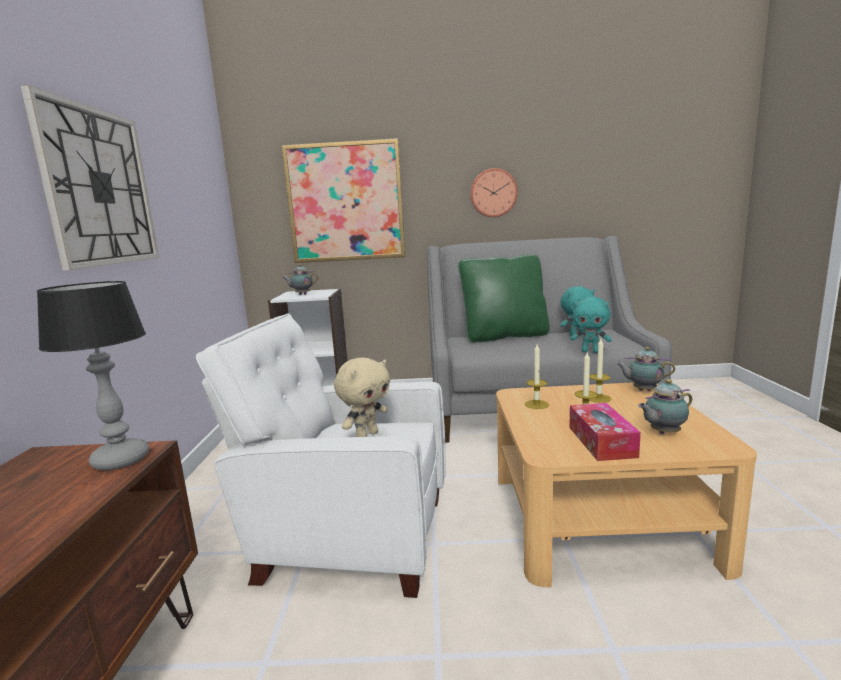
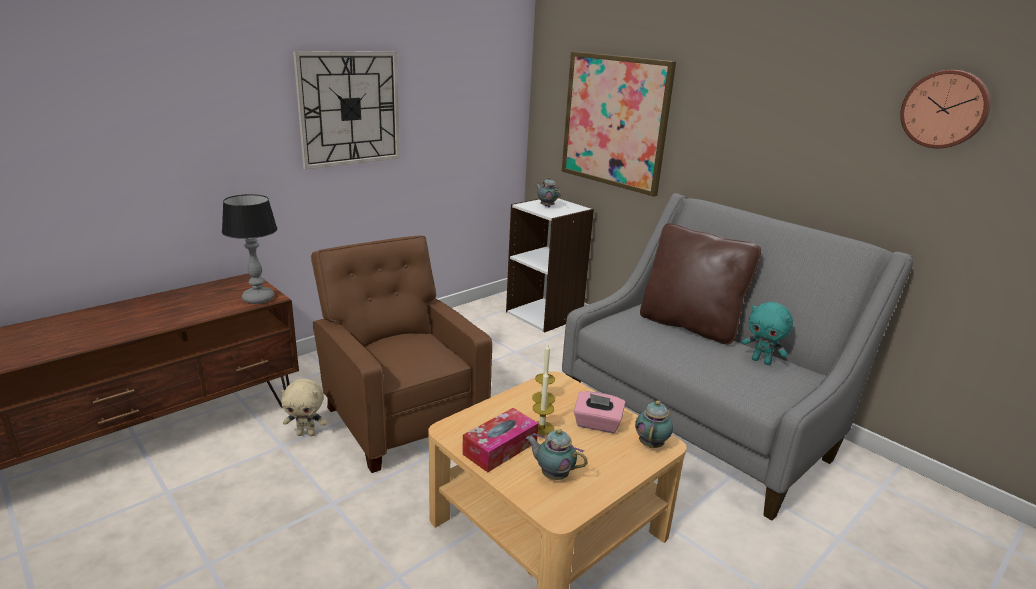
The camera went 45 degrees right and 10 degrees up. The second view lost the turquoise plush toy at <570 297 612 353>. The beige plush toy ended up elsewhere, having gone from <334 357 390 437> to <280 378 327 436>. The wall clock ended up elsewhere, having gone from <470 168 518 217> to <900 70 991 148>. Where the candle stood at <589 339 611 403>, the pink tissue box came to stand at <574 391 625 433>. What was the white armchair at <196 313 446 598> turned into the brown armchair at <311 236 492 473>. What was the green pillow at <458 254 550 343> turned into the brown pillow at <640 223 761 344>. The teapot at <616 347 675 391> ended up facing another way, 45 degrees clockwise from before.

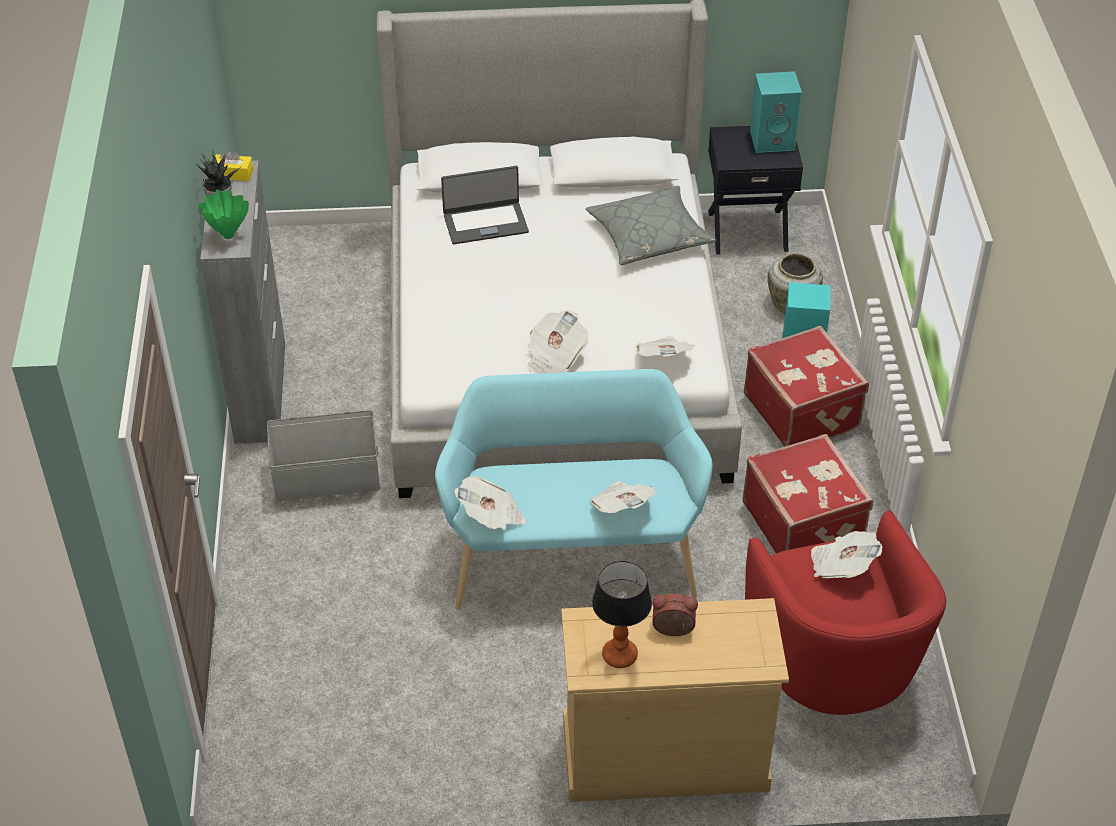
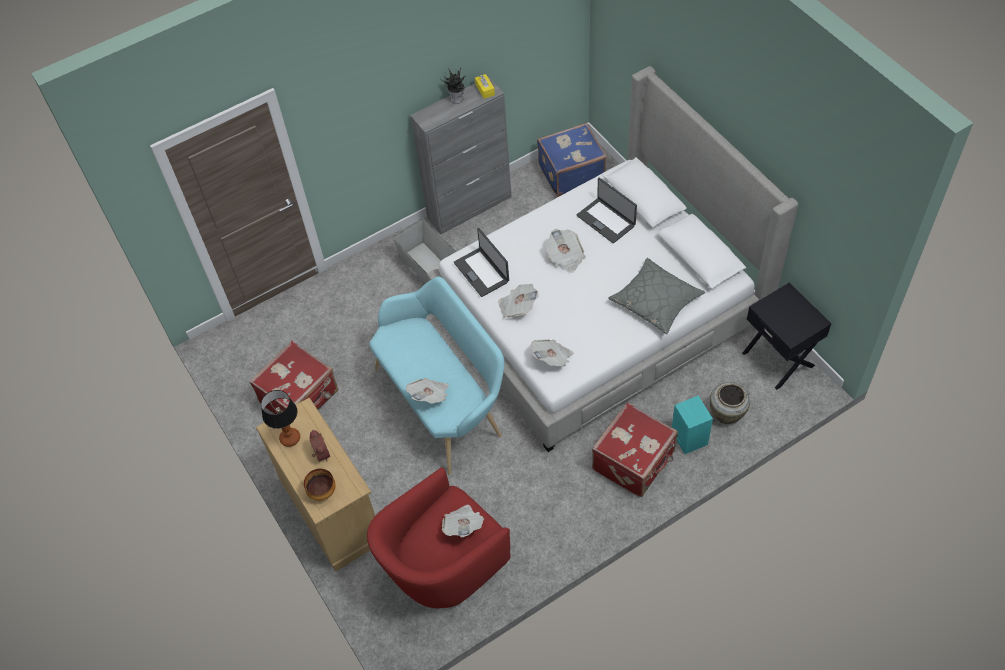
The camera went 65 degrees right and 10 degrees up. The second view lost the green vase at <198 189 249 239>. The second view lost the turquoise speaker at <750 71 802 153>. The second view gained the bowl at <304 469 336 501>. The second view gained the laptop at <454 228 509 297>. The second view gained the blue suitcase at <537 123 607 197>. The newspaper ended up elsewhere, having gone from <454 476 526 529> to <546 229 586 273>. The red suitcase ended up elsewhere, having gone from <742 434 873 553> to <249 341 338 414>.

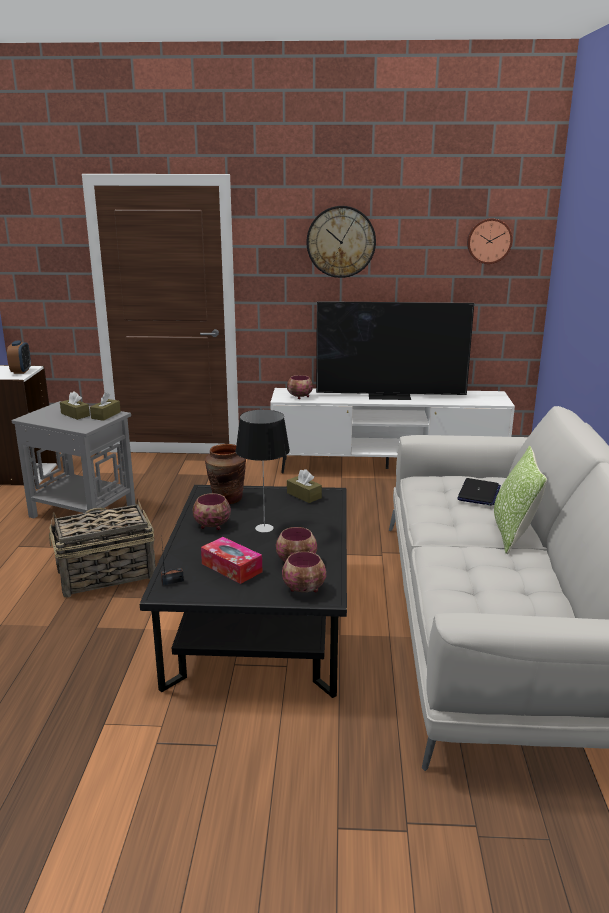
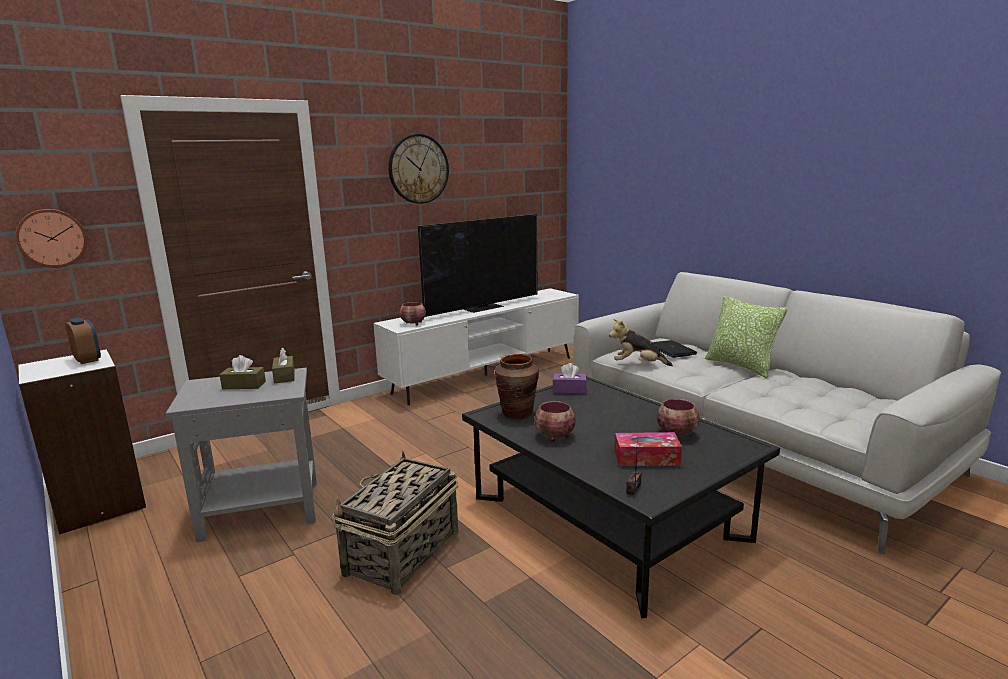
The camera went 40 degrees left and 5 degrees down. The second view lost the table lamp at <236 409 290 533>. The second view lost the bowl at <282 551 326 592>. The second view gained the plush toy at <609 319 673 366>. The wall clock ended up elsewhere, having gone from <467 218 513 264> to <15 209 87 268>. What was the brown tissue box at <287 469 322 503> turned into the purple tissue box at <553 363 587 393>.

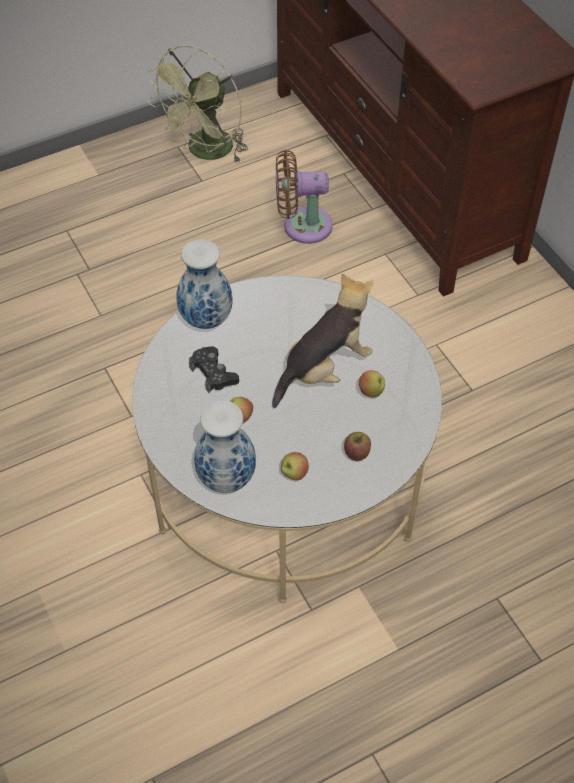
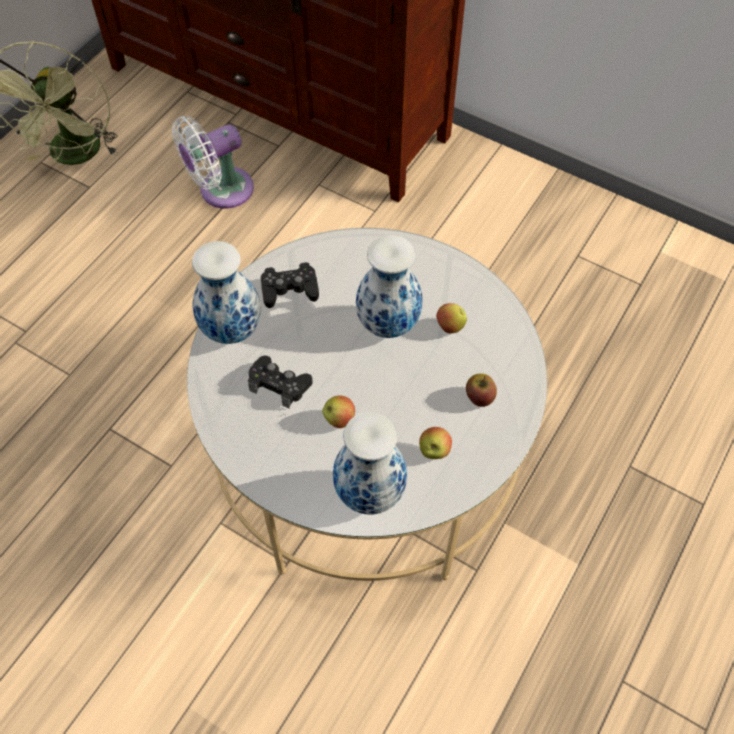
The camera went 30 degrees left and 5 degrees up. The second view gained the black game controller at <261 262 319 308>. Where the plush toy stood at <272 273 374 408>, the vase came to stand at <356 235 423 338>. What was the brown fan at <276 150 333 244> turned into the white fan at <172 116 254 209>.

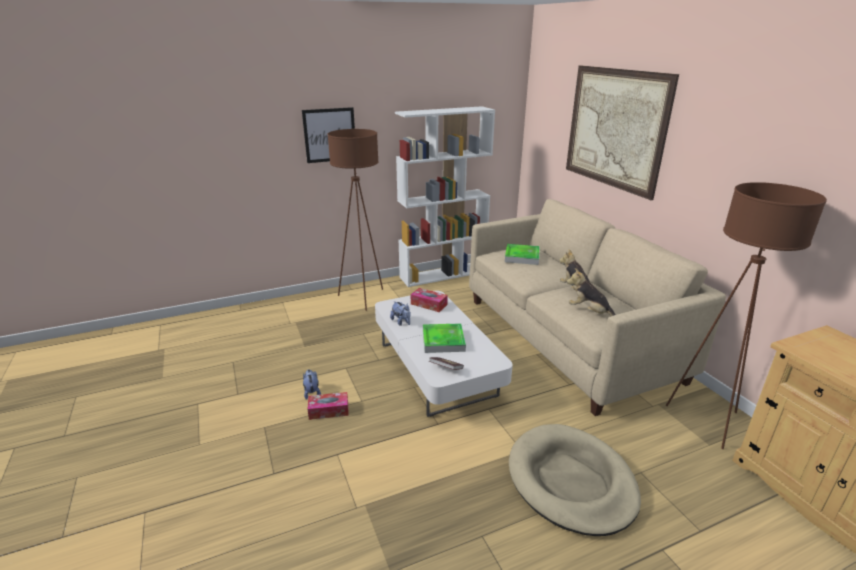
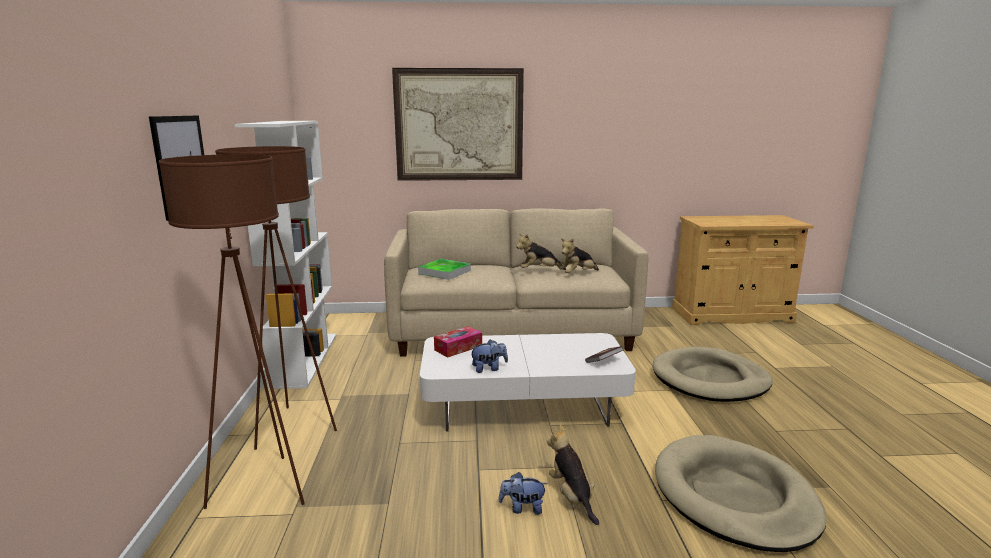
The camera went 70 degrees left and 10 degrees down. The second view lost the tray at <423 323 466 353>. The second view gained the beige dog bed at <655 435 827 552>. The brown floor lamp ended up elsewhere, having gone from <666 182 827 449> to <158 154 305 509>. Where the tissue box stood at <308 392 349 420>, the plush toy came to stand at <547 424 599 525>.

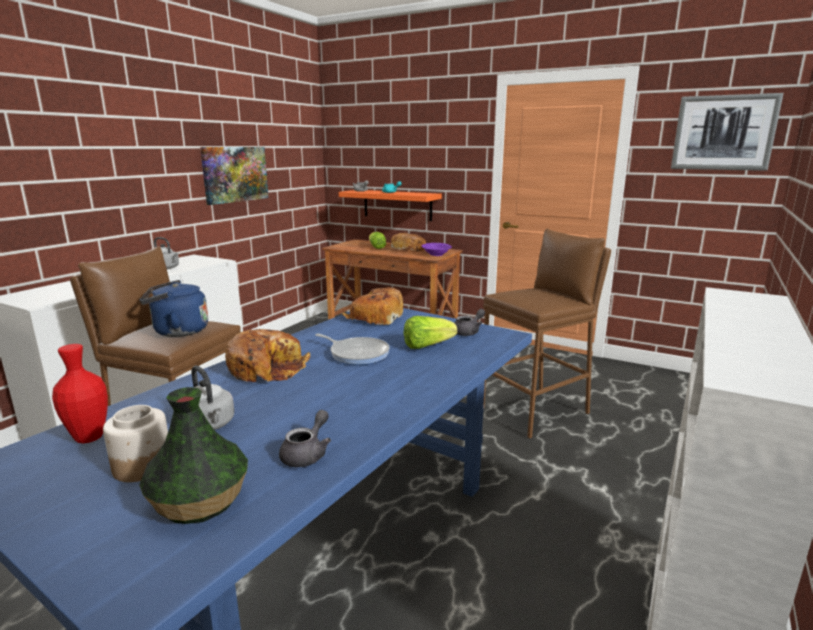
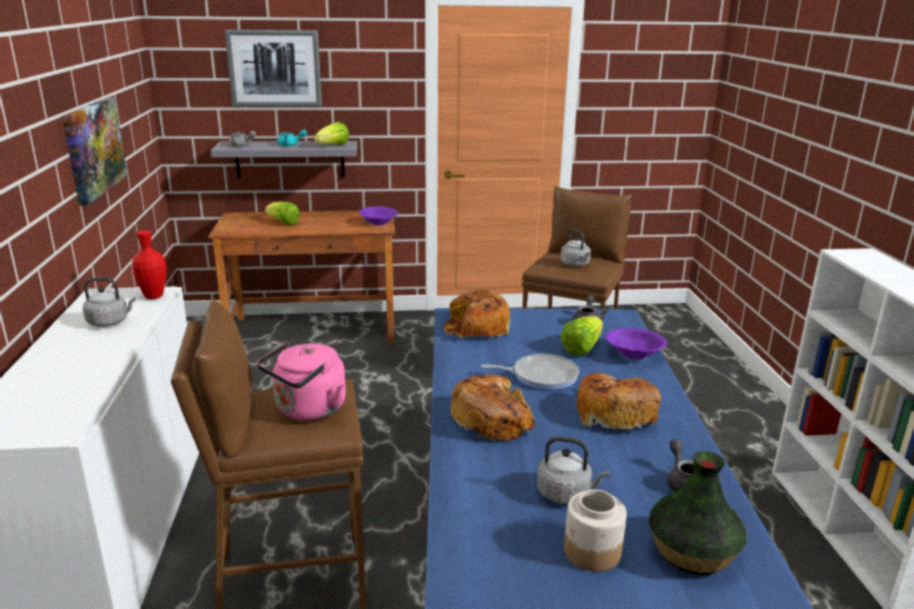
The camera went 35 degrees left and 5 degrees up. The second view gained the lettuce at <314 122 349 145>. The second view gained the grey kettle at <560 228 591 267>. The second view gained the purple bowl at <606 328 667 359>. The red vase ended up elsewhere, having gone from <52 344 108 443> to <132 230 167 299>. The bread ended up elsewhere, having gone from <390 233 426 251> to <577 373 661 431>. The picture ended up elsewhere, having gone from <671 93 784 171> to <225 29 322 107>. What was the blue kettle at <140 280 208 337> turned into the pink kettle at <257 342 346 421>. What was the orange shelf at <339 190 442 221> turned into the grey shelf at <211 141 357 178>.

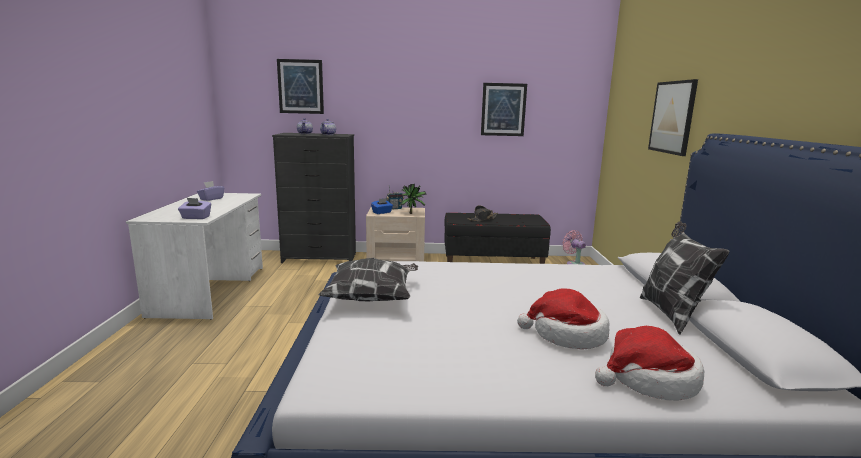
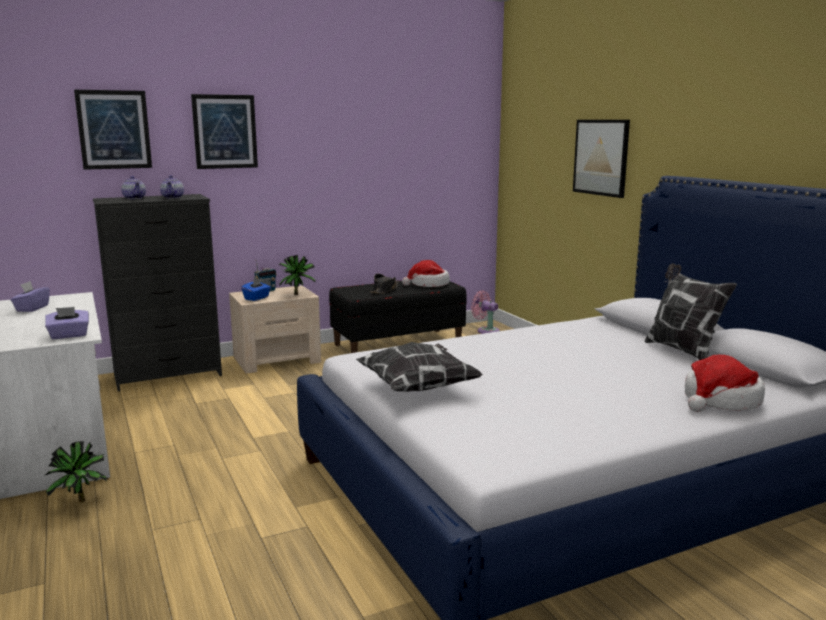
The camera went 25 degrees left and 0 degrees up. The second view gained the potted plant at <46 441 107 502>. The picture ended up elsewhere, having gone from <481 83 527 136> to <191 94 258 169>. The hat ended up elsewhere, having gone from <517 289 609 349> to <402 260 450 287>.

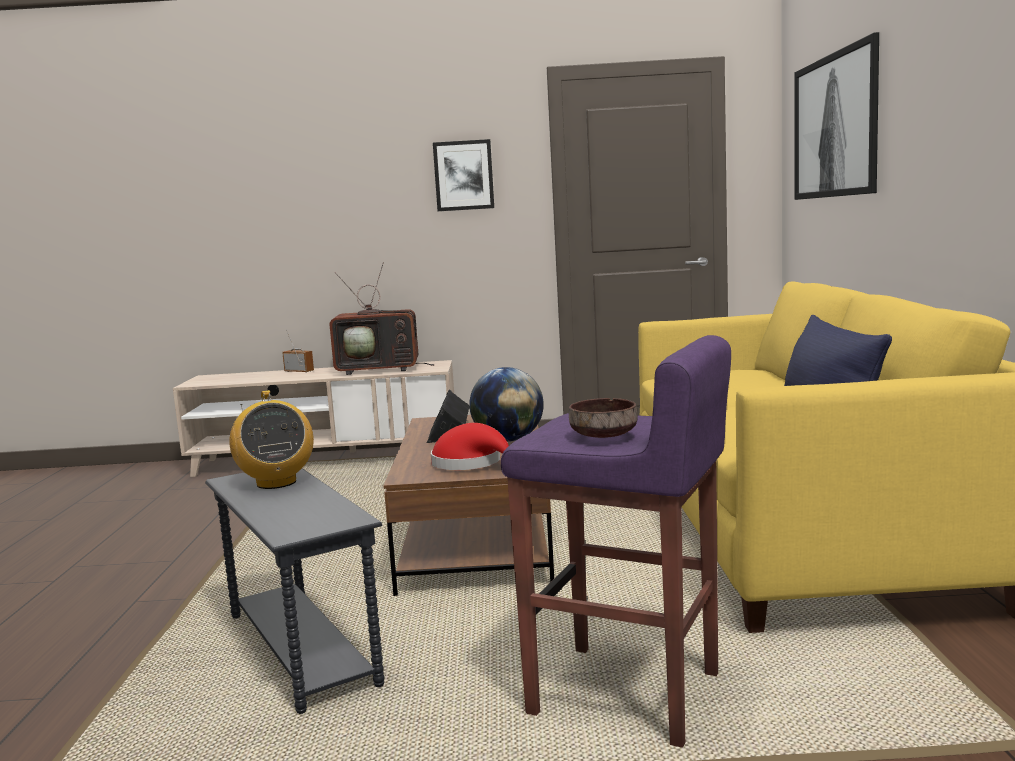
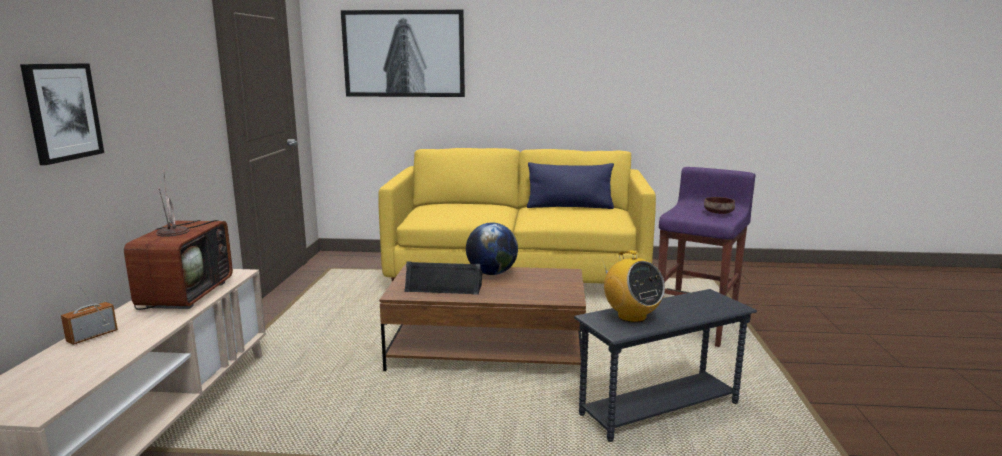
The camera went 85 degrees left and 5 degrees up. The second view lost the red hat at <431 423 509 470>. The picture ended up elsewhere, having gone from <433 139 494 211> to <20 63 104 165>. The radio at <229 390 314 489> ended up facing another way, 75 degrees clockwise from before.

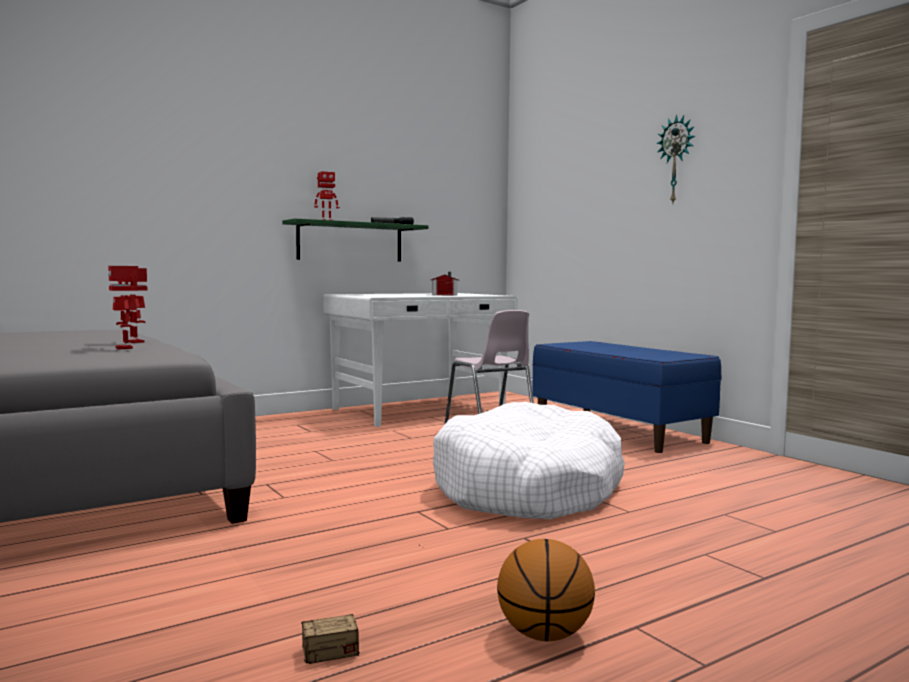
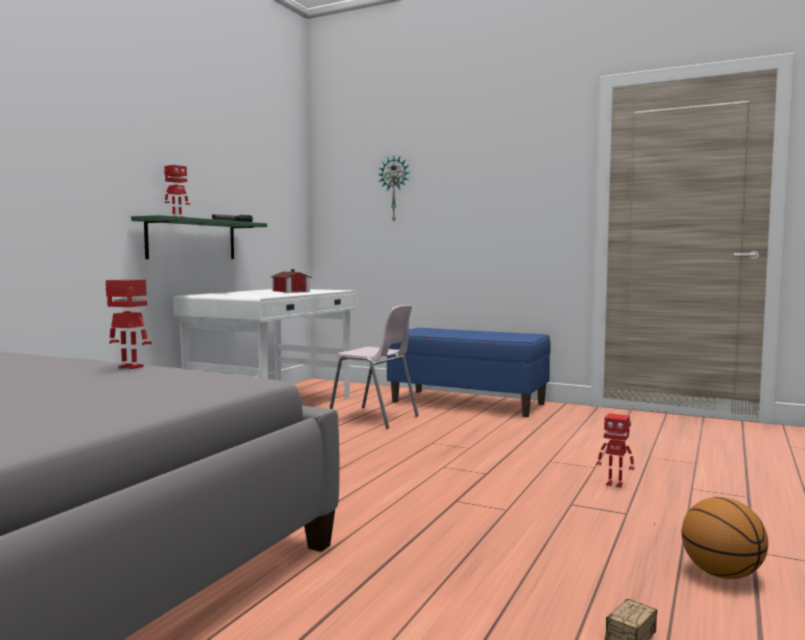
The camera went 30 degrees left and 0 degrees up. The second view lost the white dog bed at <433 402 625 519>. The toy robot ended up elsewhere, having gone from <108 266 139 350> to <596 413 635 488>. The wall clock ended up elsewhere, having gone from <656 114 695 203> to <378 155 411 221>.

